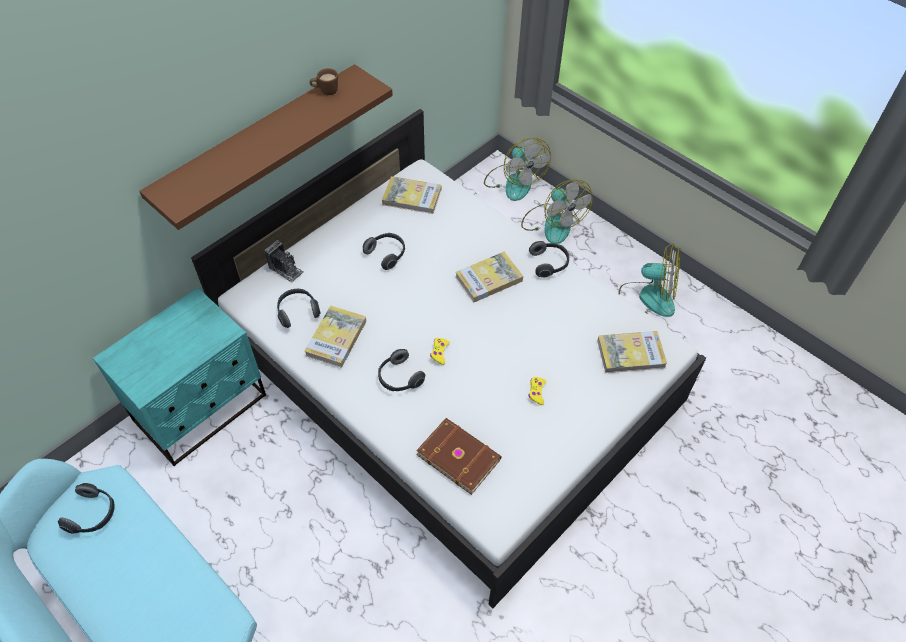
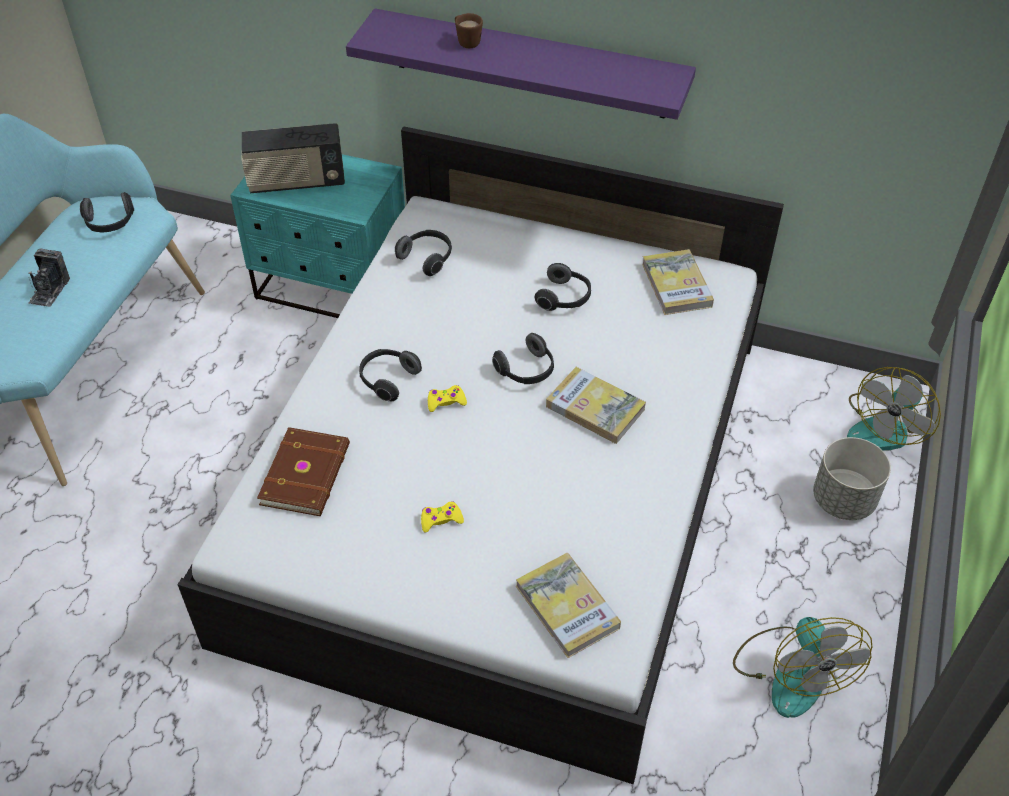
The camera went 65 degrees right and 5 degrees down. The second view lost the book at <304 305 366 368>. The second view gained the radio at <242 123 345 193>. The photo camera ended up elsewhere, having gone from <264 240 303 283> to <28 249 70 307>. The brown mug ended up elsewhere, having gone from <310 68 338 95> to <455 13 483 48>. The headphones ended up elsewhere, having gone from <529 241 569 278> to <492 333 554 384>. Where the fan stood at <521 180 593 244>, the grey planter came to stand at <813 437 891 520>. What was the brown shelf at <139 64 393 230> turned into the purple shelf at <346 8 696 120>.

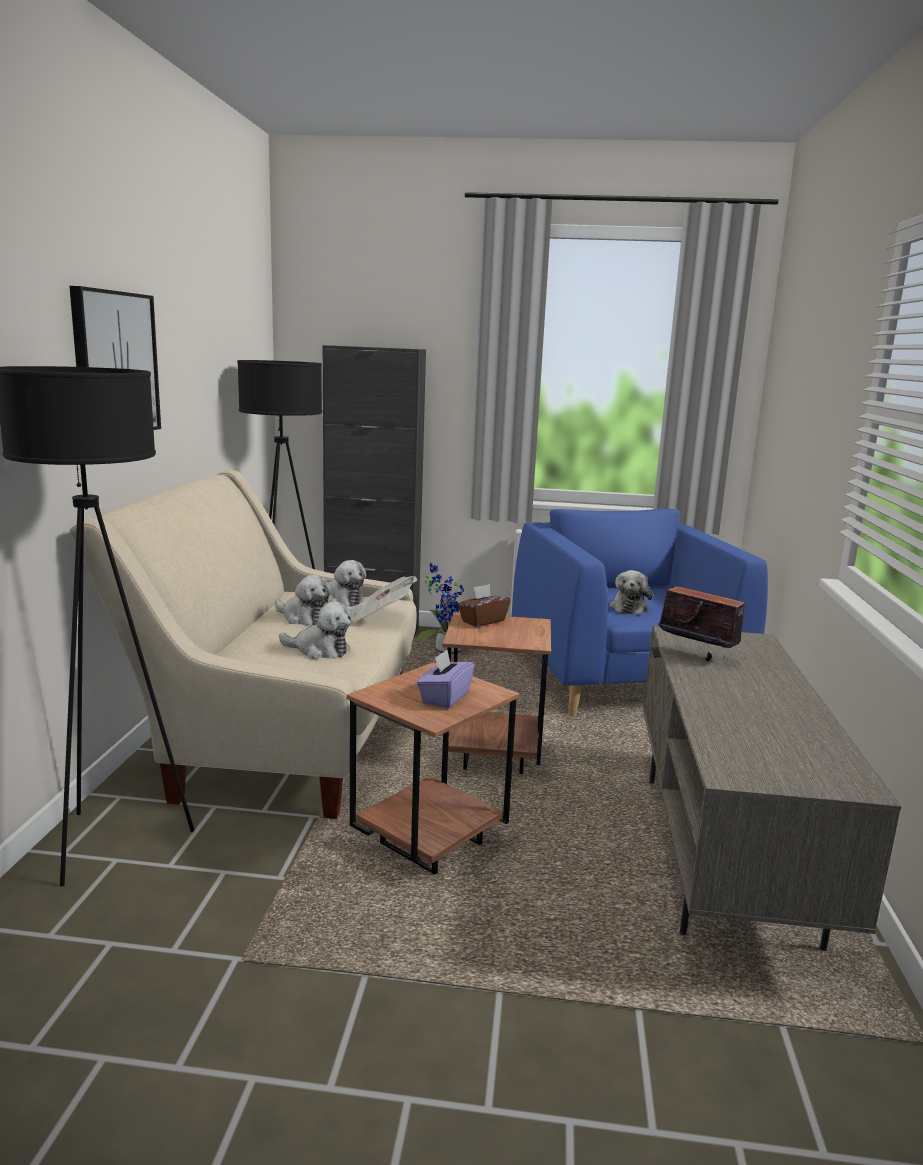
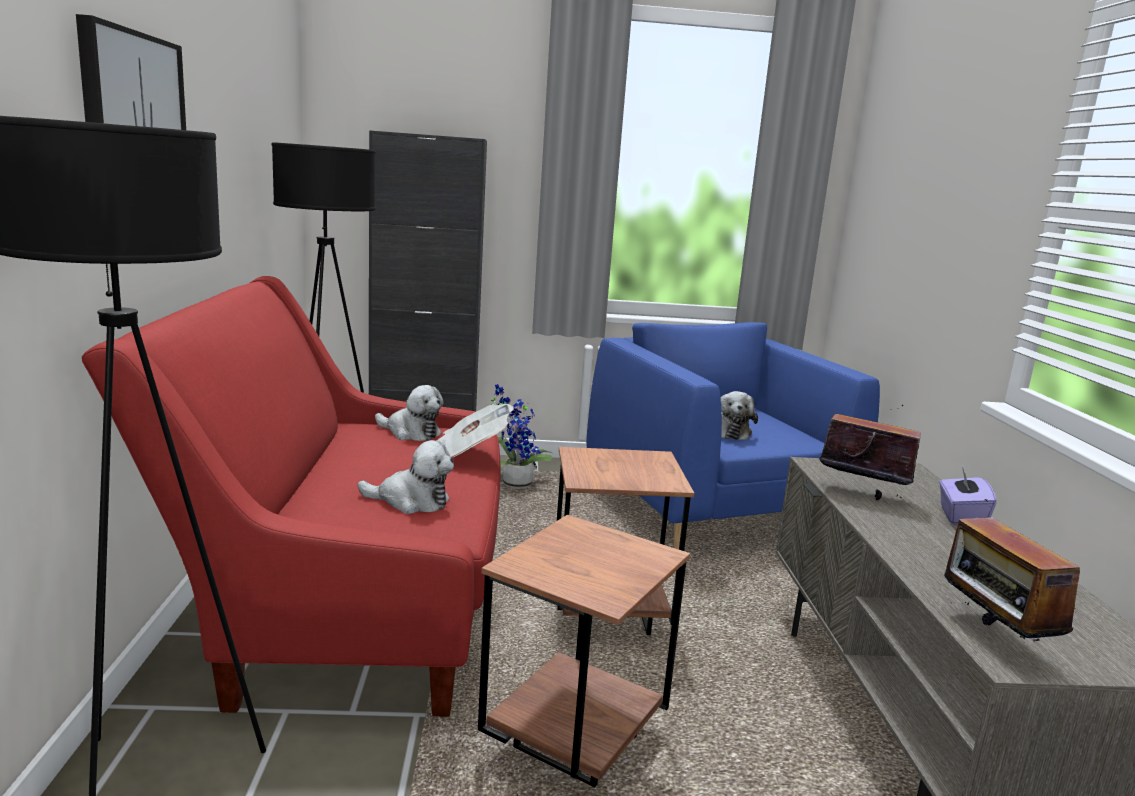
The camera went 10 degrees left and 0 degrees up. The second view lost the plush toy at <275 575 331 626>. The second view lost the brown tissue box at <458 584 510 627>. The second view gained the radio at <944 499 1080 643>. The purple tissue box ended up elsewhere, having gone from <417 650 474 709> to <939 467 996 525>. What was the beige sofa at <70 470 417 819> turned into the red sofa at <82 276 501 717>.

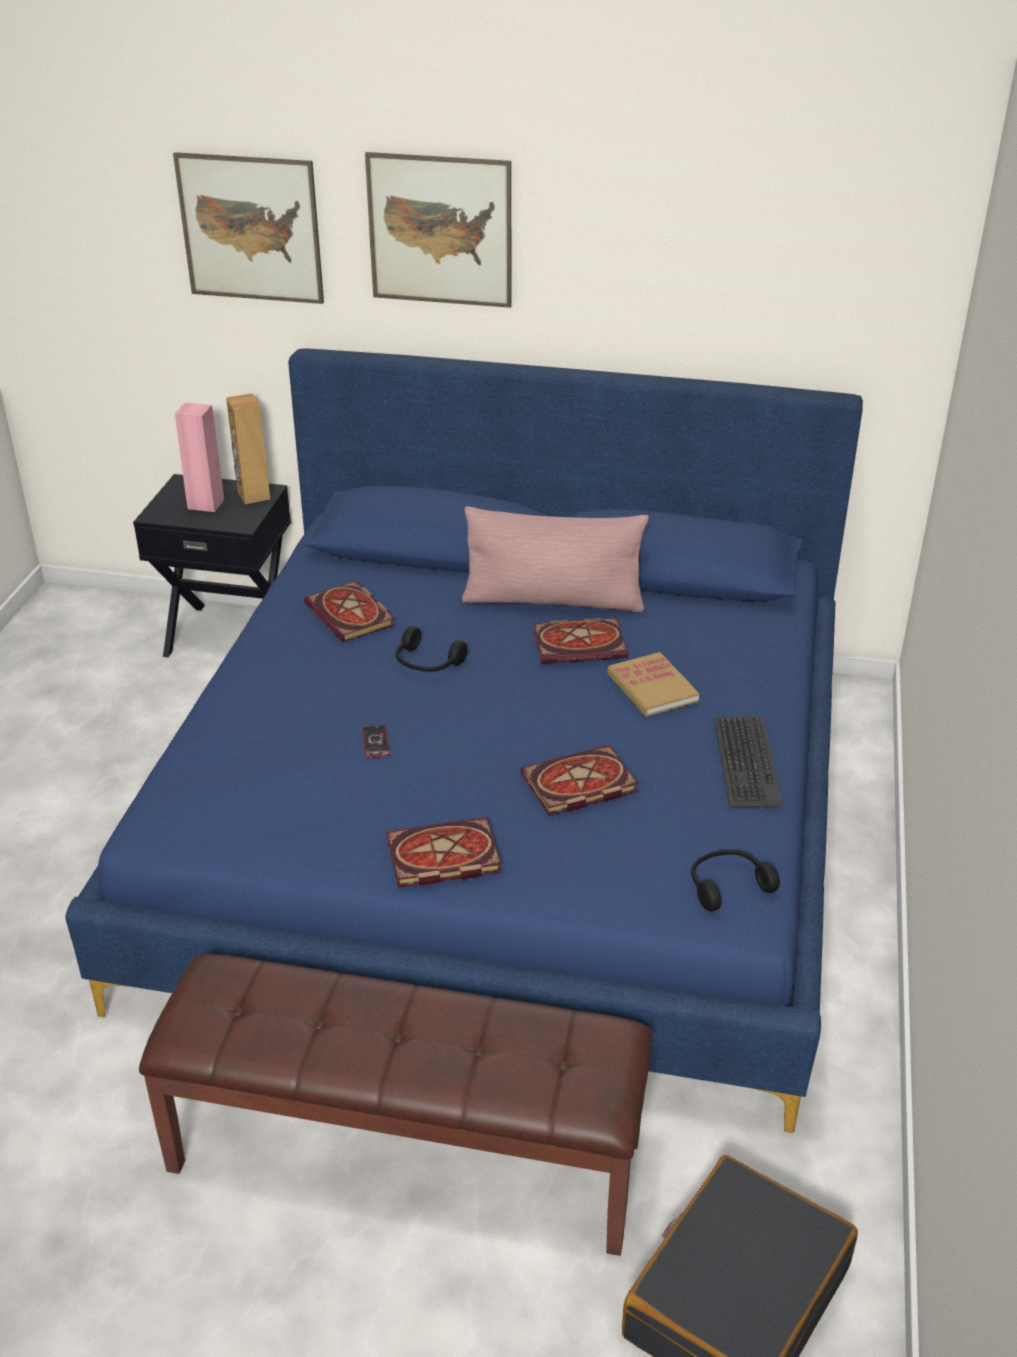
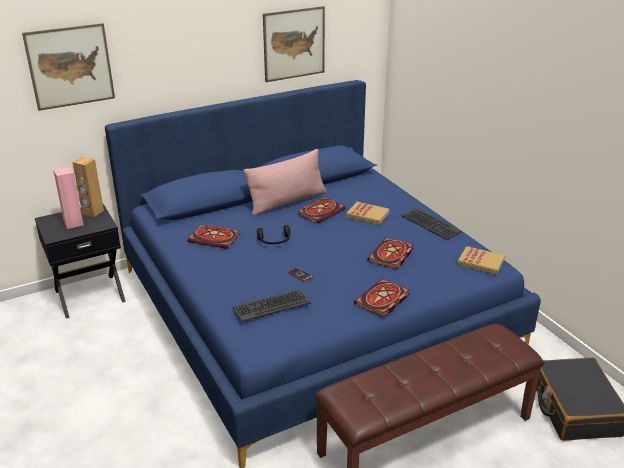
The camera went 40 degrees left and 5 degrees down. The second view gained the keyboard at <232 289 311 322>. The picture ended up elsewhere, having gone from <365 152 512 308> to <263 6 325 82>. Where the black headphones stood at <691 849 780 911>, the book came to stand at <457 246 505 274>.

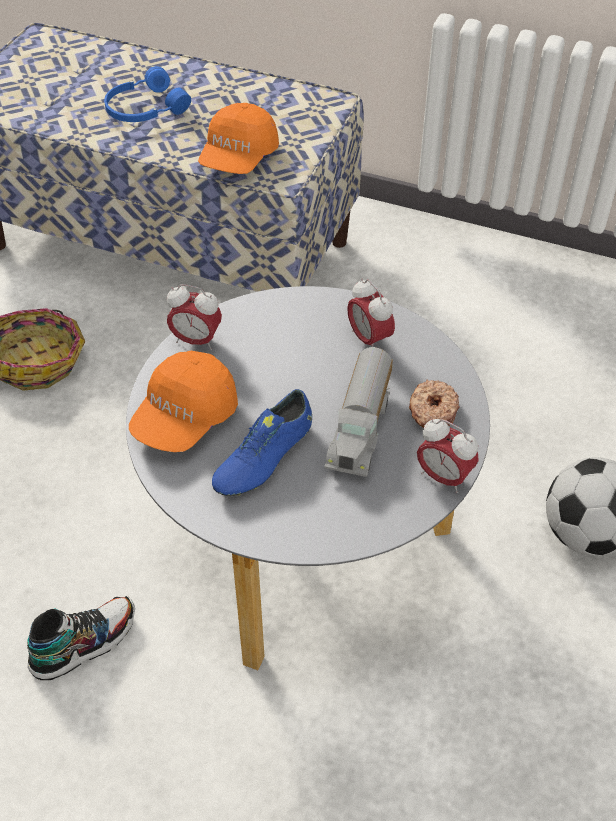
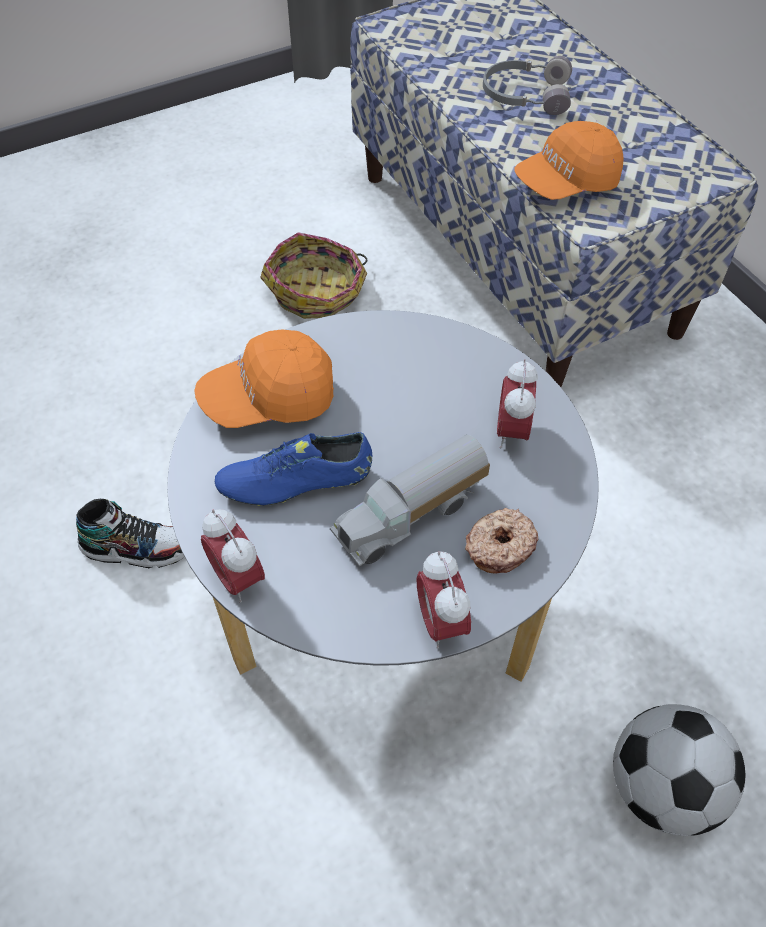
The camera went 40 degrees right and 5 degrees up. The alarm clock ended up elsewhere, having gone from <167 284 222 350> to <201 509 265 603>. What was the blue headphones at <104 66 191 122> turned into the grey headphones at <483 56 572 115>.

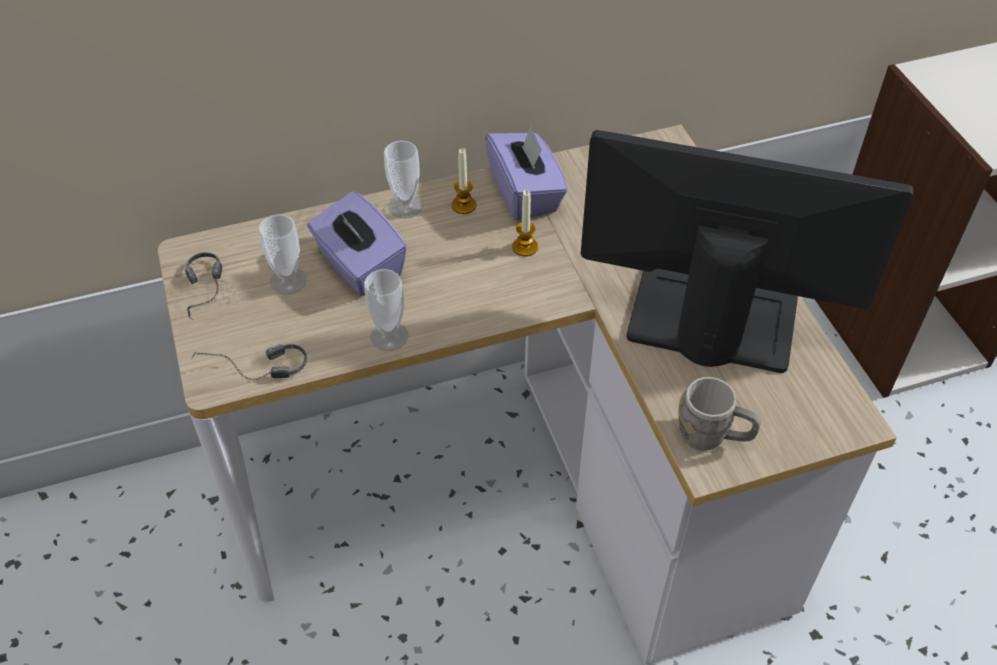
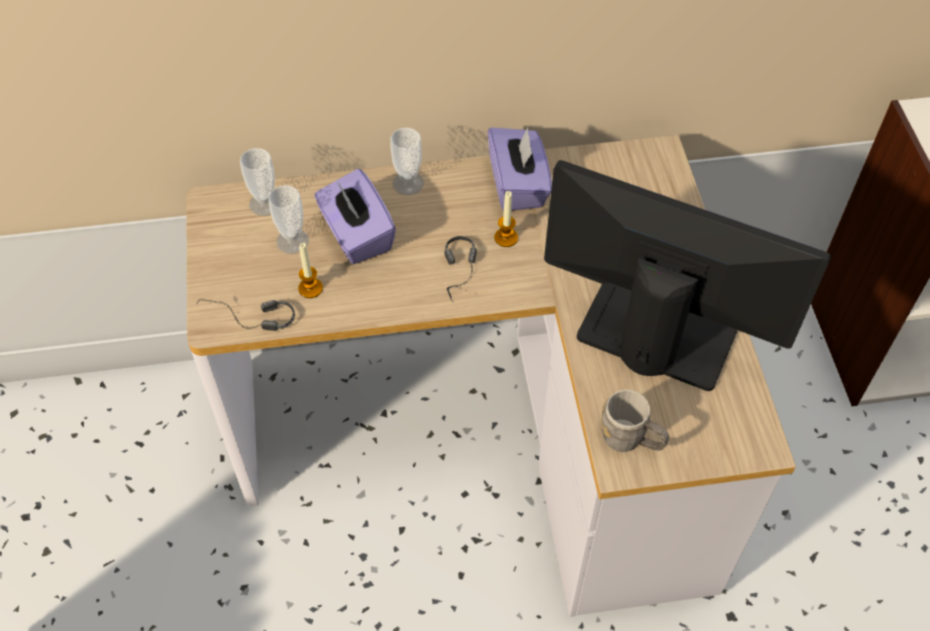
The camera went 10 degrees right and 5 degrees up. The headphones ended up elsewhere, having gone from <185 252 222 321> to <445 236 477 303>. The cup ended up elsewhere, having gone from <364 269 409 351> to <240 148 275 216>. The candle ended up elsewhere, having gone from <452 148 476 214> to <298 243 323 298>.

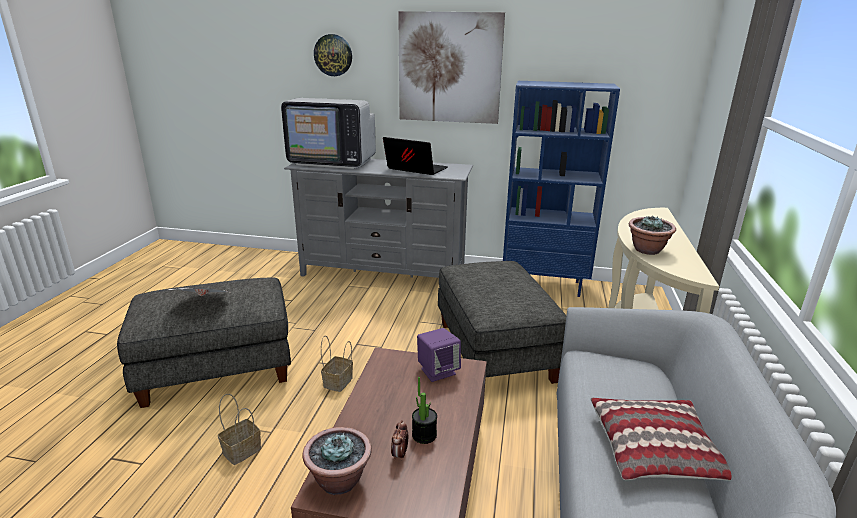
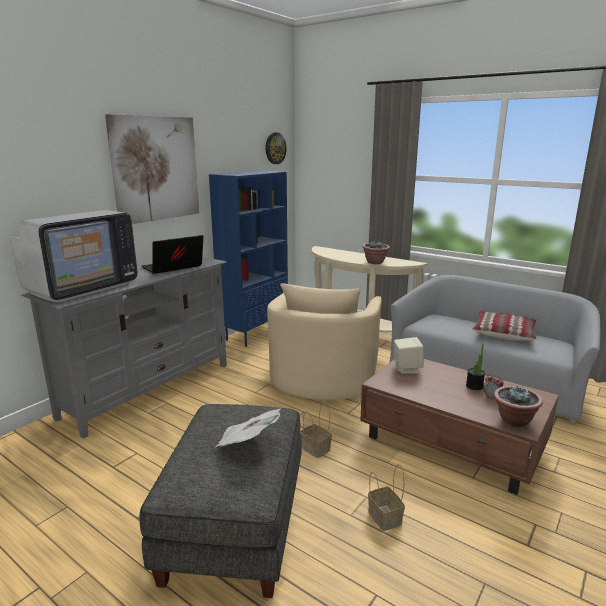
The camera went 65 degrees left and 5 degrees down. The wall clock ended up elsewhere, having gone from <314 34 352 76> to <265 132 287 164>. Where the grey ottoman stood at <438 261 566 384>, the beige armchair came to stand at <267 283 382 400>. What was the purple speaker at <417 328 461 382> turned into the beige speaker at <394 337 424 374>.

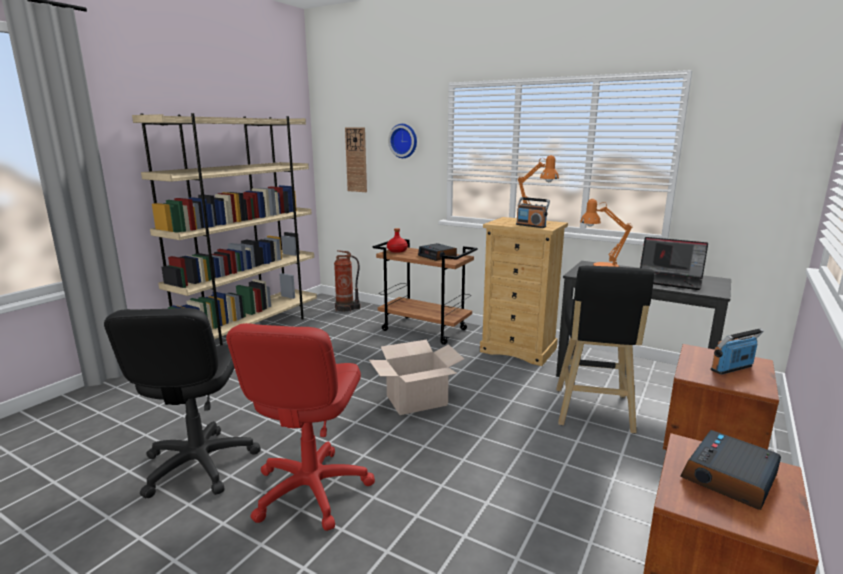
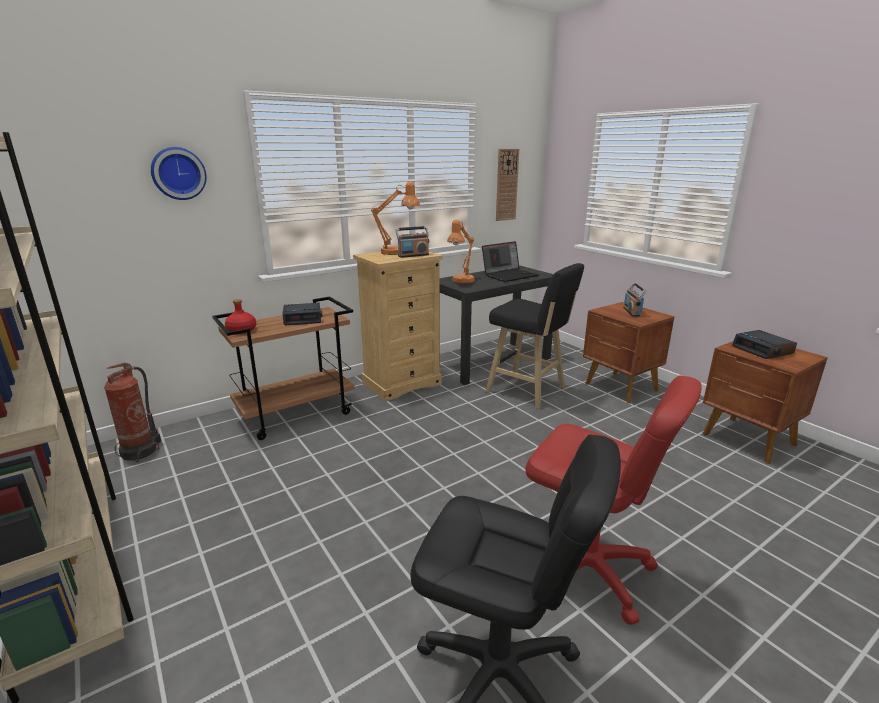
The camera went 65 degrees left and 5 degrees up. The second view lost the cardboard box at <369 340 464 415>. The wall clock ended up elsewhere, having gone from <345 127 367 192> to <496 149 519 221>.

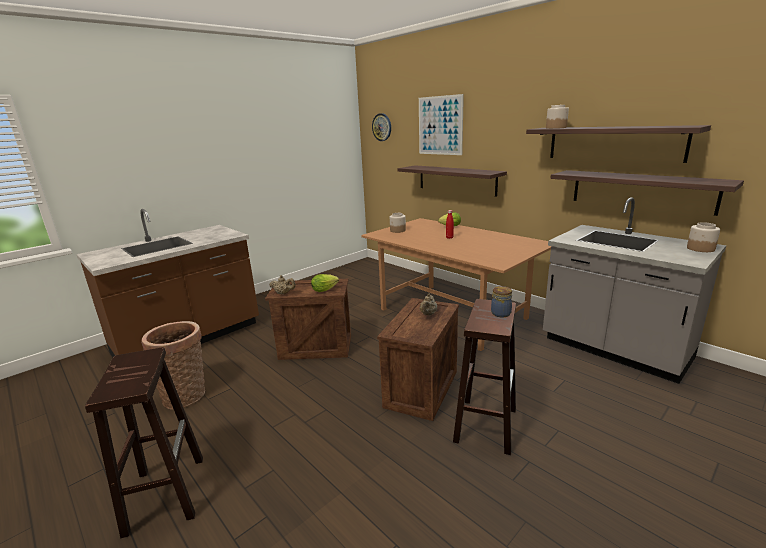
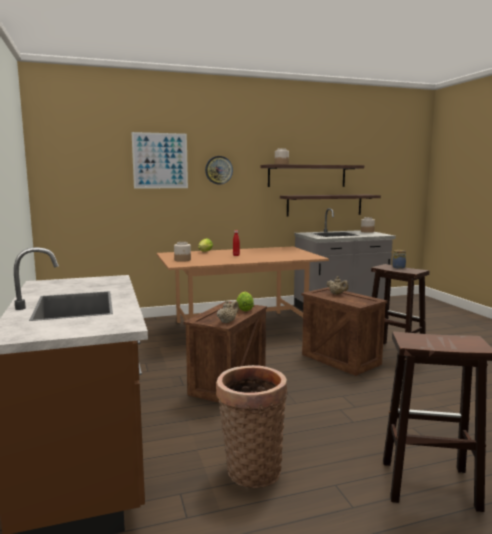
The camera went 65 degrees left and 10 degrees down. The second view lost the shelf at <397 165 507 197>. The wall clock ended up elsewhere, having gone from <372 113 391 141> to <205 156 233 184>.

